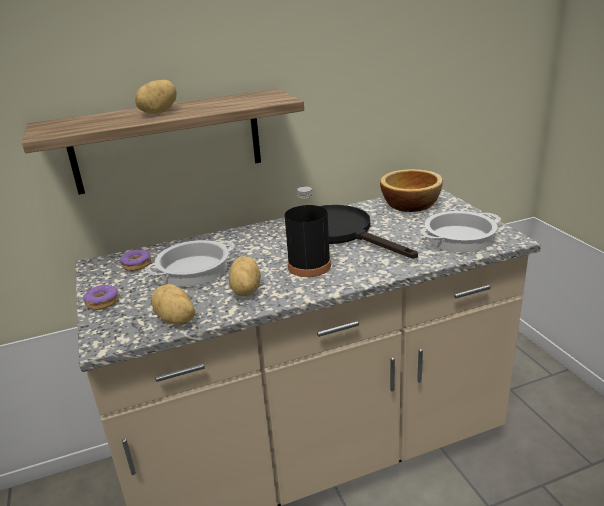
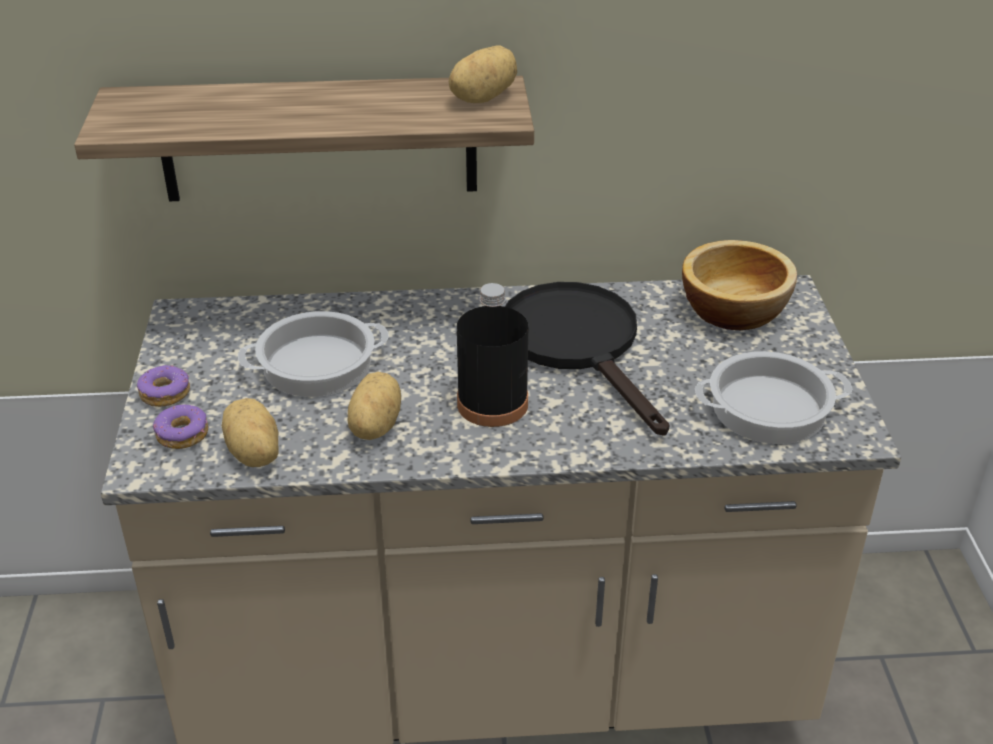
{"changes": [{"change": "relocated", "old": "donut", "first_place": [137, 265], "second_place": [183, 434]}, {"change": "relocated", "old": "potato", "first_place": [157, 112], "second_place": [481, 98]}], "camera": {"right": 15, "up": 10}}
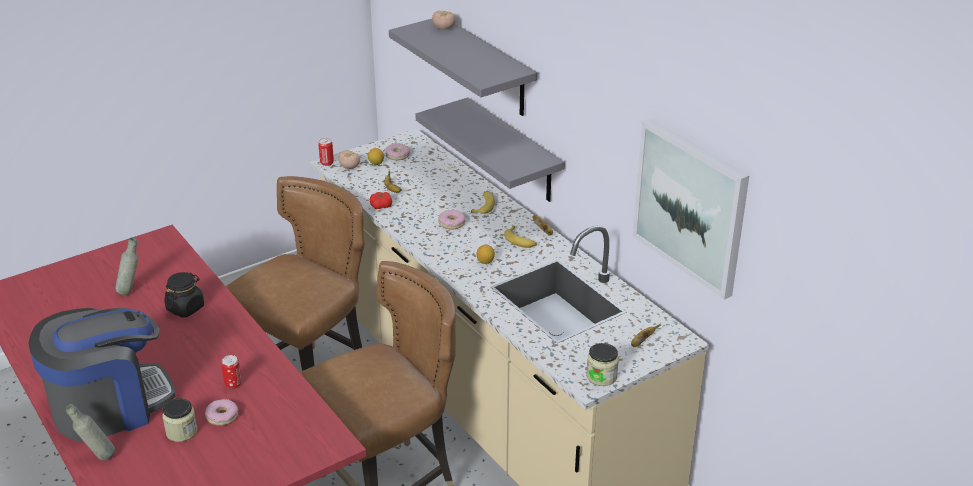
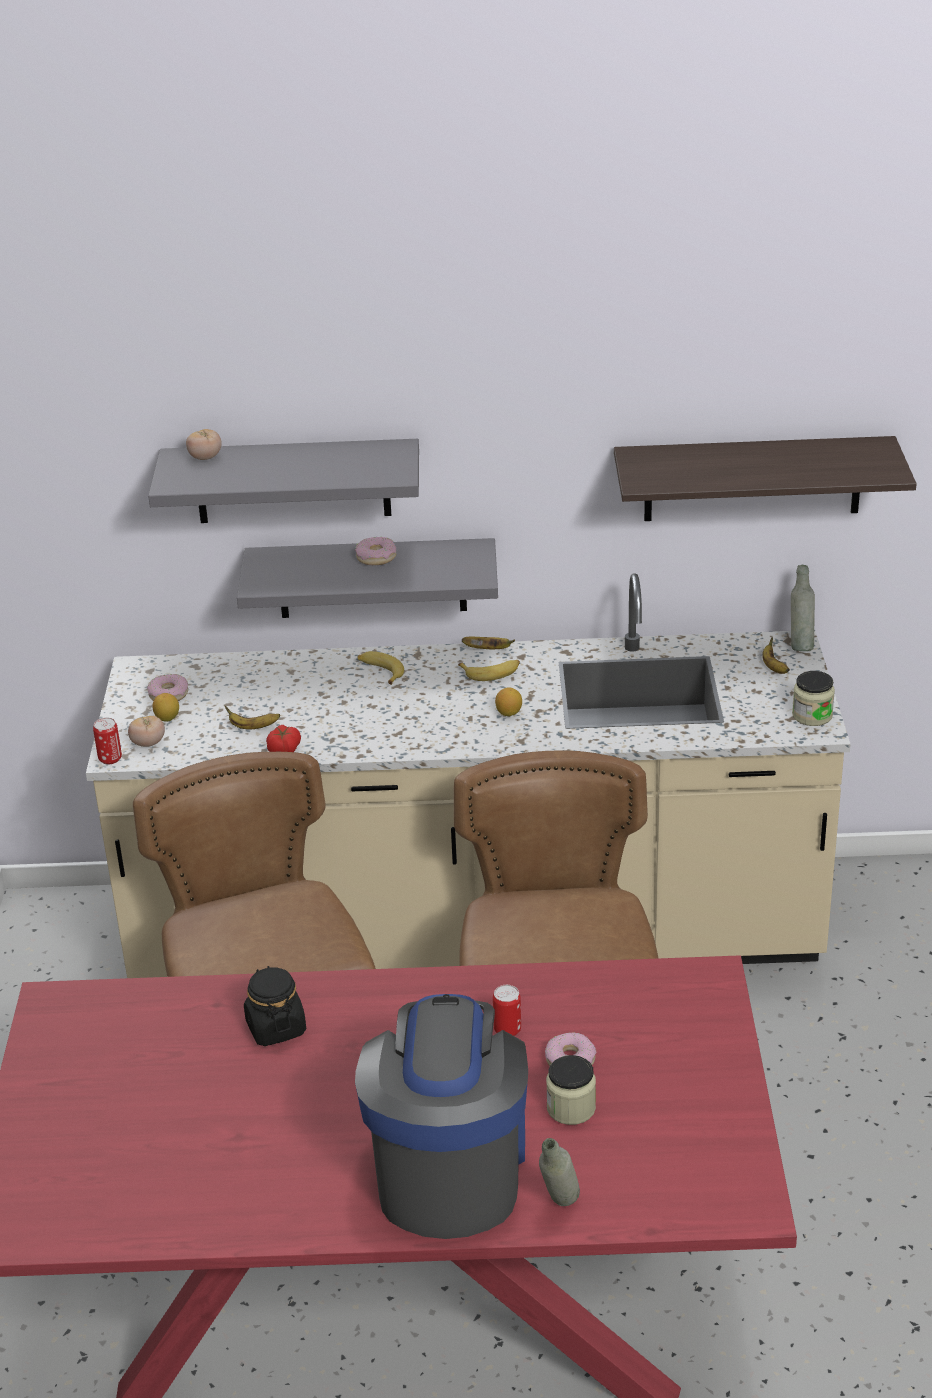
{"changes": [{"change": "relocated", "old": "donut", "first_place": [451, 223], "second_place": [376, 557]}, {"change": "exchanged", "old": "picture", "new": "shelf", "first_place": [690, 206], "second_place": [752, 478]}, {"change": "relocated", "old": "grey bottle", "first_place": [131, 291], "second_place": [800, 646]}], "camera": {"right": -55, "up": 0}}
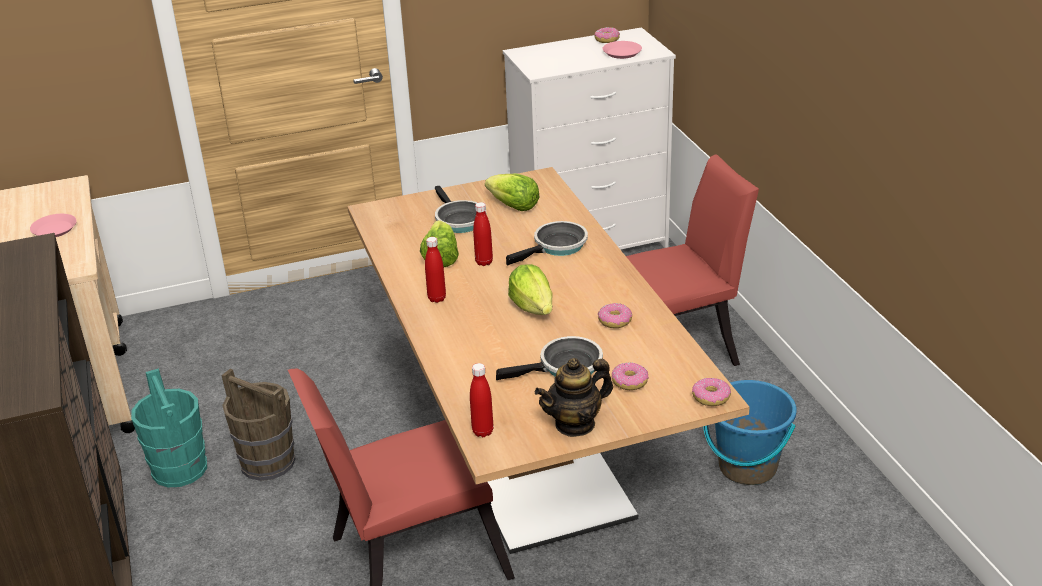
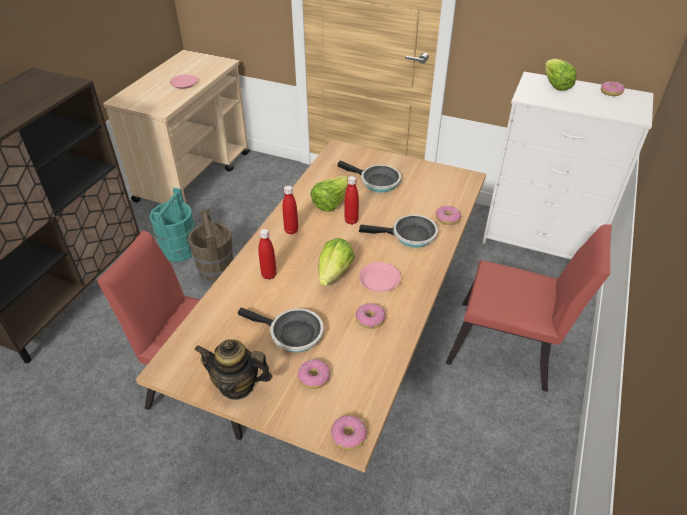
{"changes": [{"change": "relocated", "old": "red bottle", "first_place": [483, 431], "second_place": [269, 275]}, {"change": "spun", "old": "frying pan", "first_place": [458, 220], "second_place": [376, 182], "degrees": -75}, {"change": "relocated", "old": "pink plate", "first_place": [622, 53], "second_place": [379, 280]}, {"change": "appeared", "new": "donut", "second_place": [447, 219]}, {"change": "relocated", "old": "lettuce", "first_place": [514, 206], "second_place": [555, 86]}, {"change": "missing", "old": "blue bucket", "first_place": [747, 467]}], "camera": {"right": 40, "up": 10}}
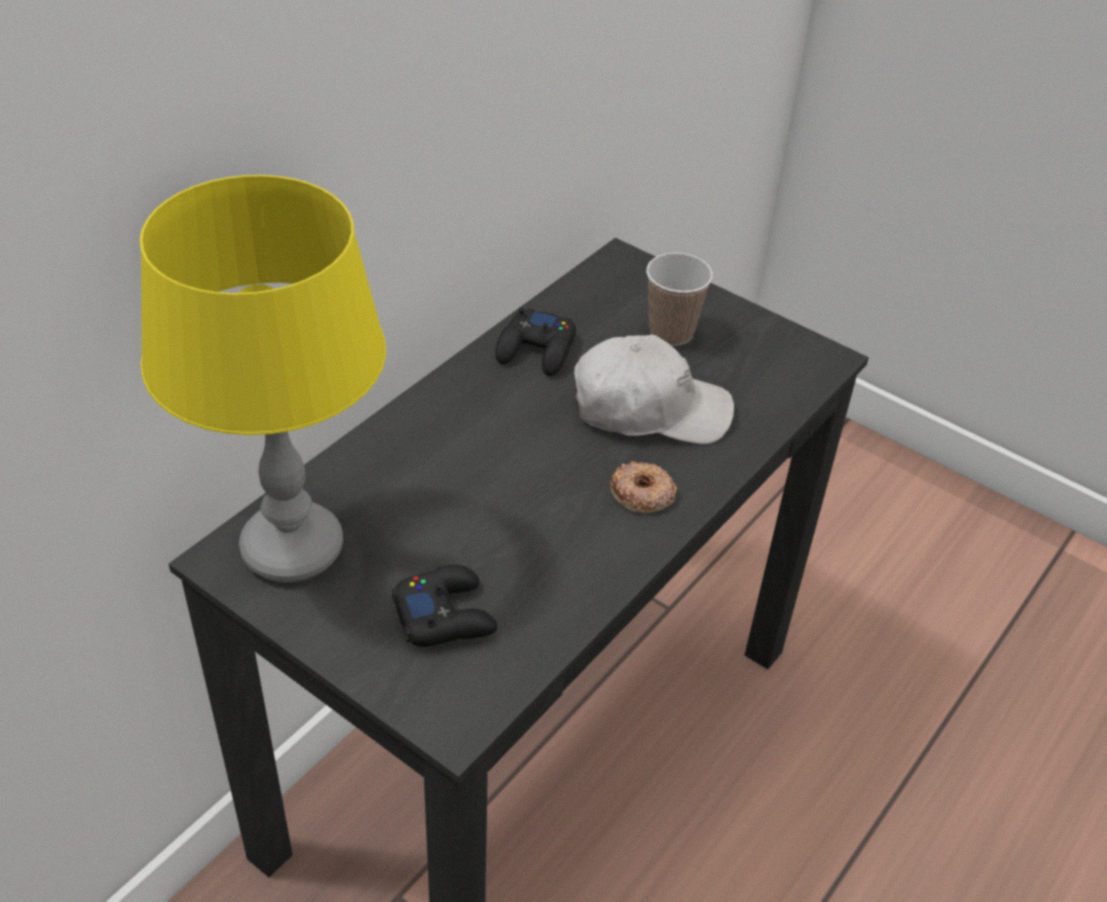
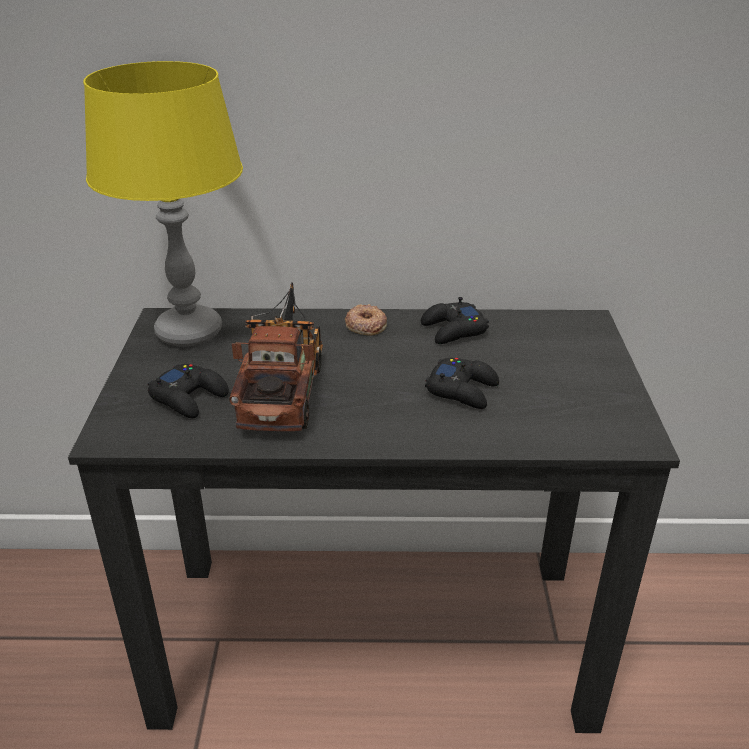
{"changes": [{"change": "appeared", "new": "toy truck", "second_place": [284, 387]}, {"change": "relocated", "old": "donut", "first_place": [642, 493], "second_place": [365, 325]}, {"change": "exchanged", "old": "white cap", "new": "black game controller", "first_place": [649, 409], "second_place": [463, 390]}, {"change": "missing", "old": "cup", "first_place": [671, 332]}], "camera": {"right": 55, "up": -10}}
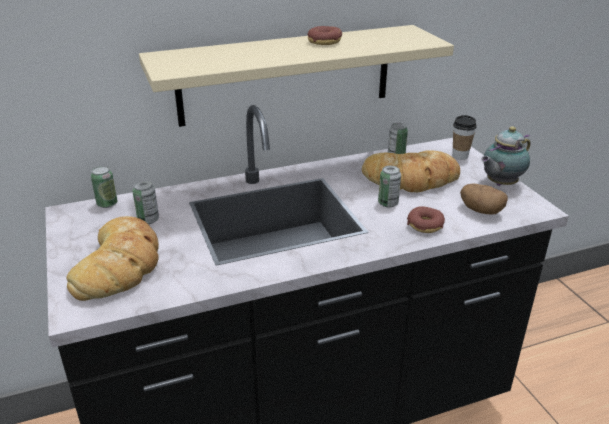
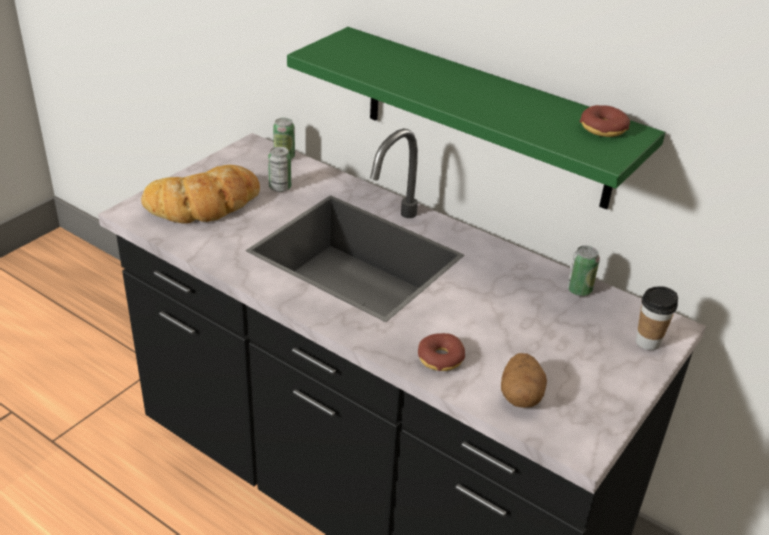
{"changes": [{"change": "colour", "old": "beige shelf", "new": "green shelf", "first_place": [286, 75], "second_place": [486, 118]}, {"change": "relocated", "old": "donut", "first_place": [324, 42], "second_place": [603, 129]}, {"change": "missing", "old": "bread", "first_place": [411, 179]}, {"change": "missing", "old": "can", "first_place": [388, 203]}, {"change": "missing", "old": "teapot", "first_place": [499, 184]}], "camera": {"right": 55, "up": 5}}
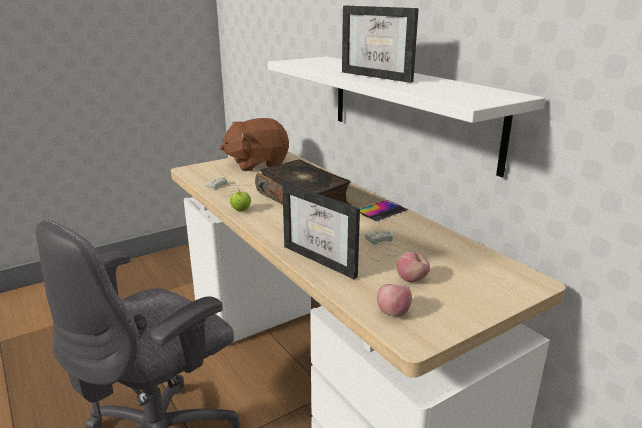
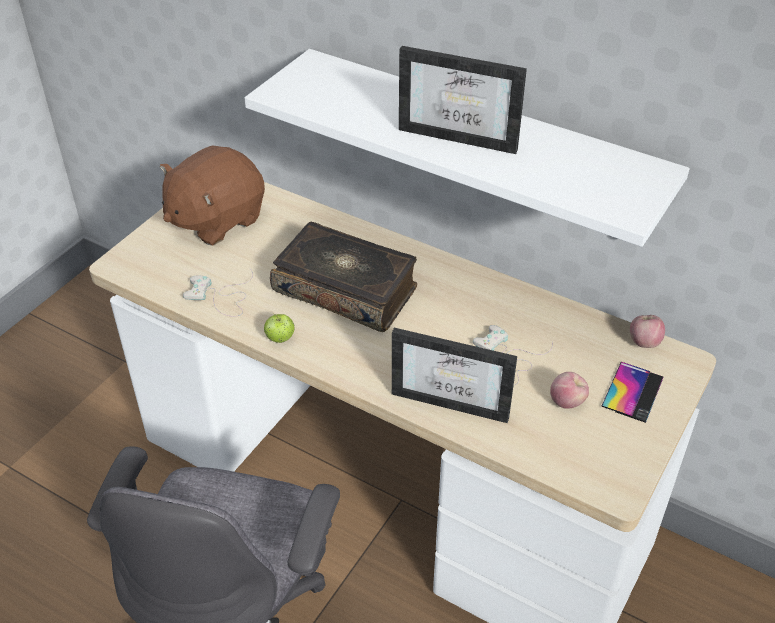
{"changes": [{"change": "relocated", "old": "phone", "first_place": [381, 210], "second_place": [632, 392]}, {"change": "relocated", "old": "apple", "first_place": [393, 313], "second_place": [644, 342]}], "camera": {"right": -25, "up": 20}}
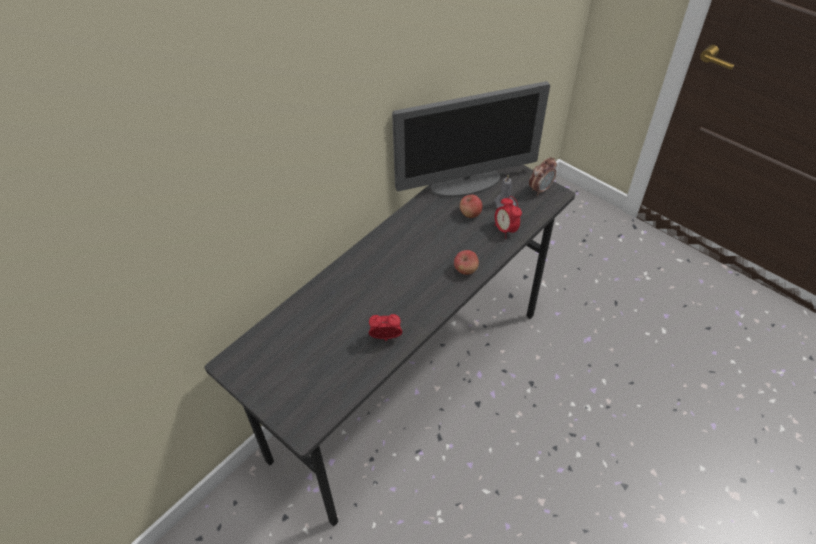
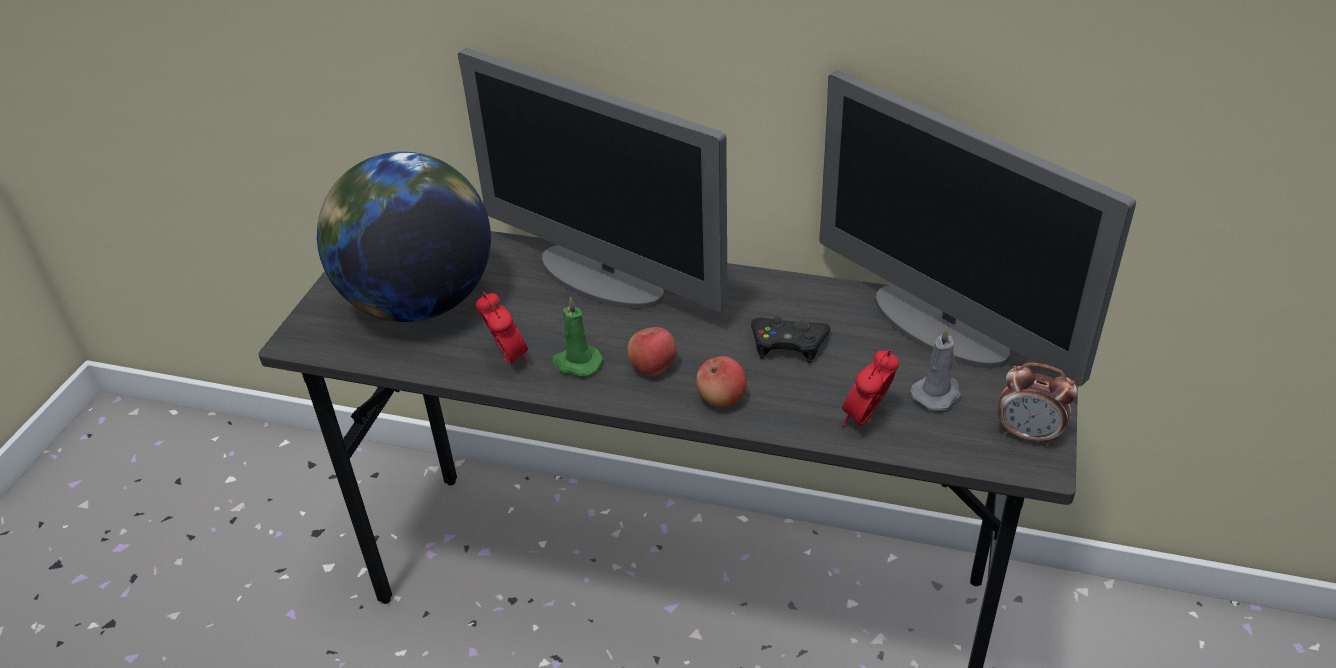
{"changes": [{"change": "appeared", "new": "globe", "second_place": [419, 302]}, {"change": "appeared", "new": "monitor", "second_place": [603, 278]}, {"change": "appeared", "new": "green candle", "second_place": [576, 363]}, {"change": "relocated", "old": "apple", "first_place": [470, 214], "second_place": [653, 367]}, {"change": "appeared", "new": "black game controller", "second_place": [788, 343]}], "camera": {"right": 65, "up": -10}}
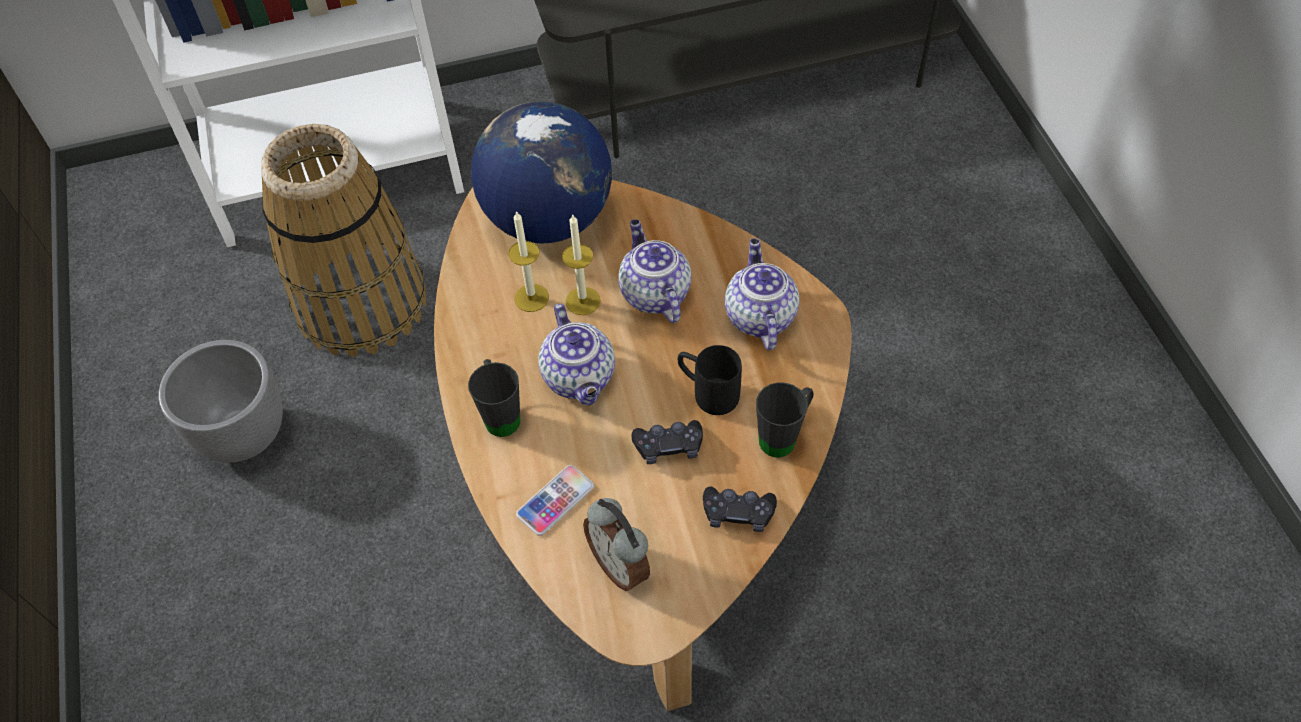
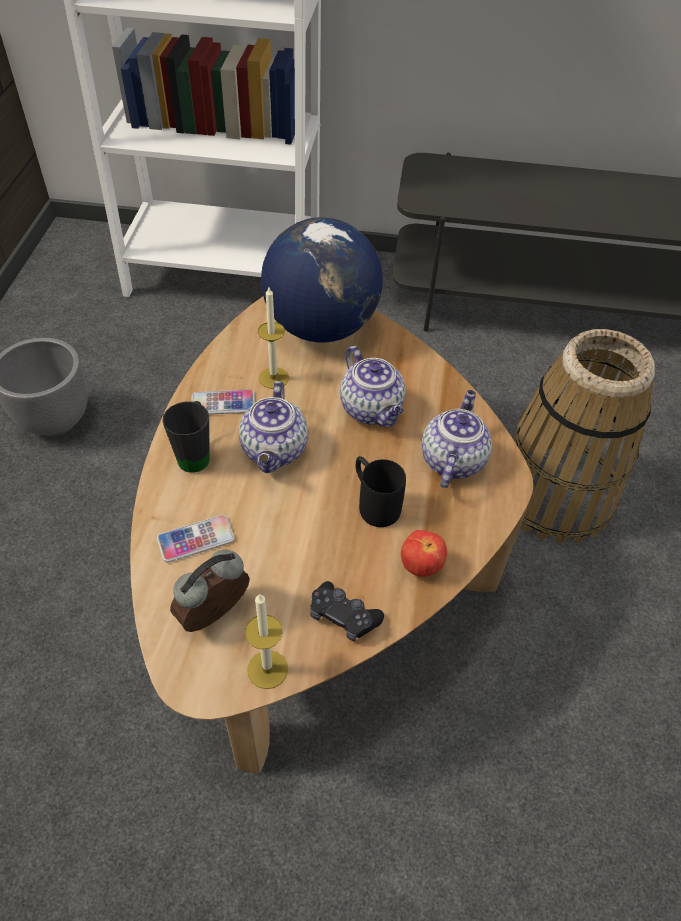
{"changes": [{"change": "spun", "old": "alarm clock", "first_place": [620, 565], "second_place": [216, 616], "degrees": 60}, {"change": "appeared", "new": "phone", "second_place": [223, 403]}, {"change": "relocated", "old": "candle", "first_place": [583, 301], "second_place": [267, 669]}, {"change": "spun", "old": "teapot", "first_place": [653, 293], "second_place": [372, 410], "degrees": 150}, {"change": "exchanged", "old": "black mug", "new": "apple", "first_place": [784, 436], "second_place": [421, 566]}, {"change": "relocated", "old": "basket", "first_place": [362, 303], "second_place": [554, 494]}, {"change": "missing", "old": "black game controller", "first_place": [669, 447]}], "camera": {"right": 20, "up": -5}}
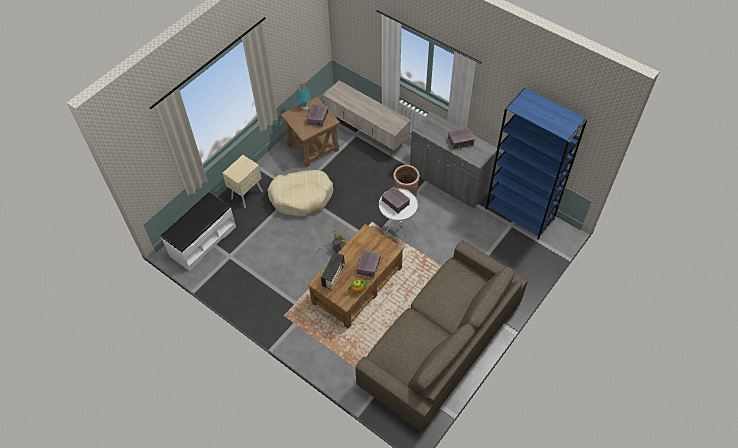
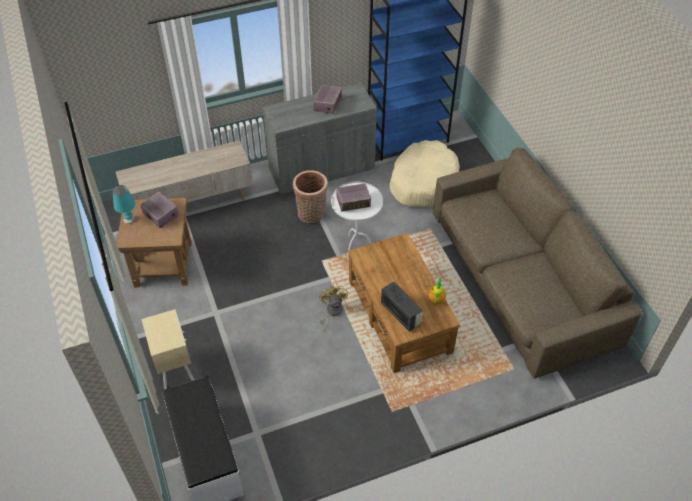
{"changes": [{"change": "relocated", "old": "beige dog bed", "first_place": [301, 197], "second_place": [423, 182]}, {"change": "missing", "old": "radio", "first_place": [368, 266]}], "camera": {"right": -60, "up": -5}}
